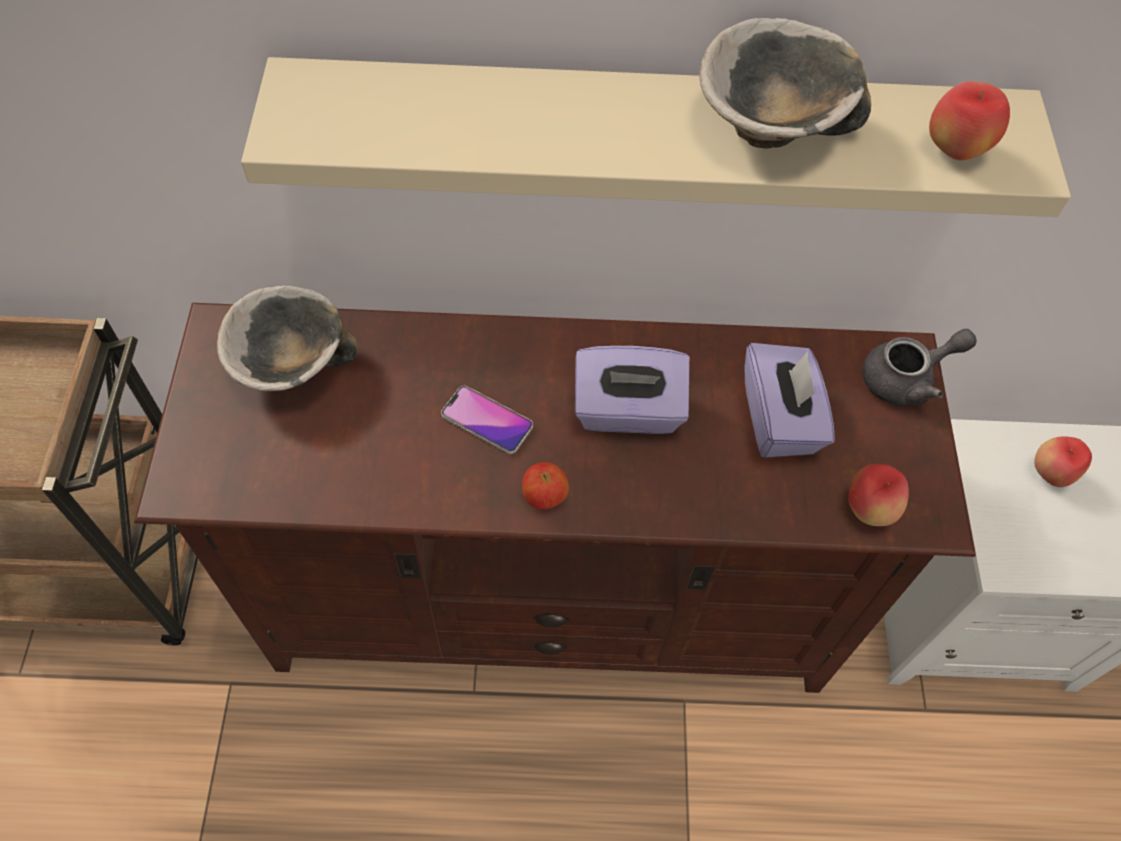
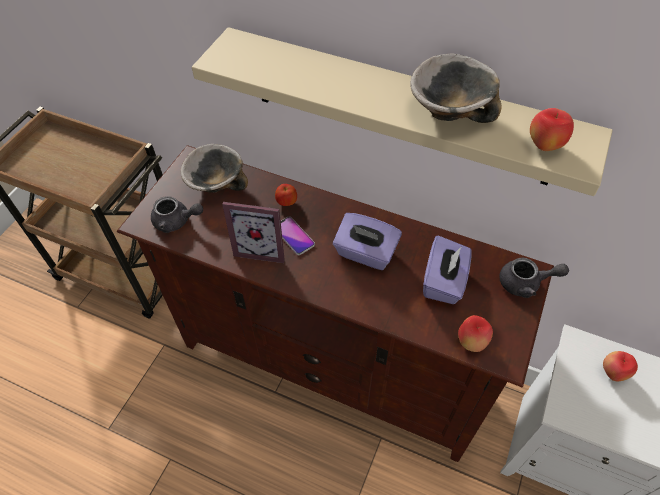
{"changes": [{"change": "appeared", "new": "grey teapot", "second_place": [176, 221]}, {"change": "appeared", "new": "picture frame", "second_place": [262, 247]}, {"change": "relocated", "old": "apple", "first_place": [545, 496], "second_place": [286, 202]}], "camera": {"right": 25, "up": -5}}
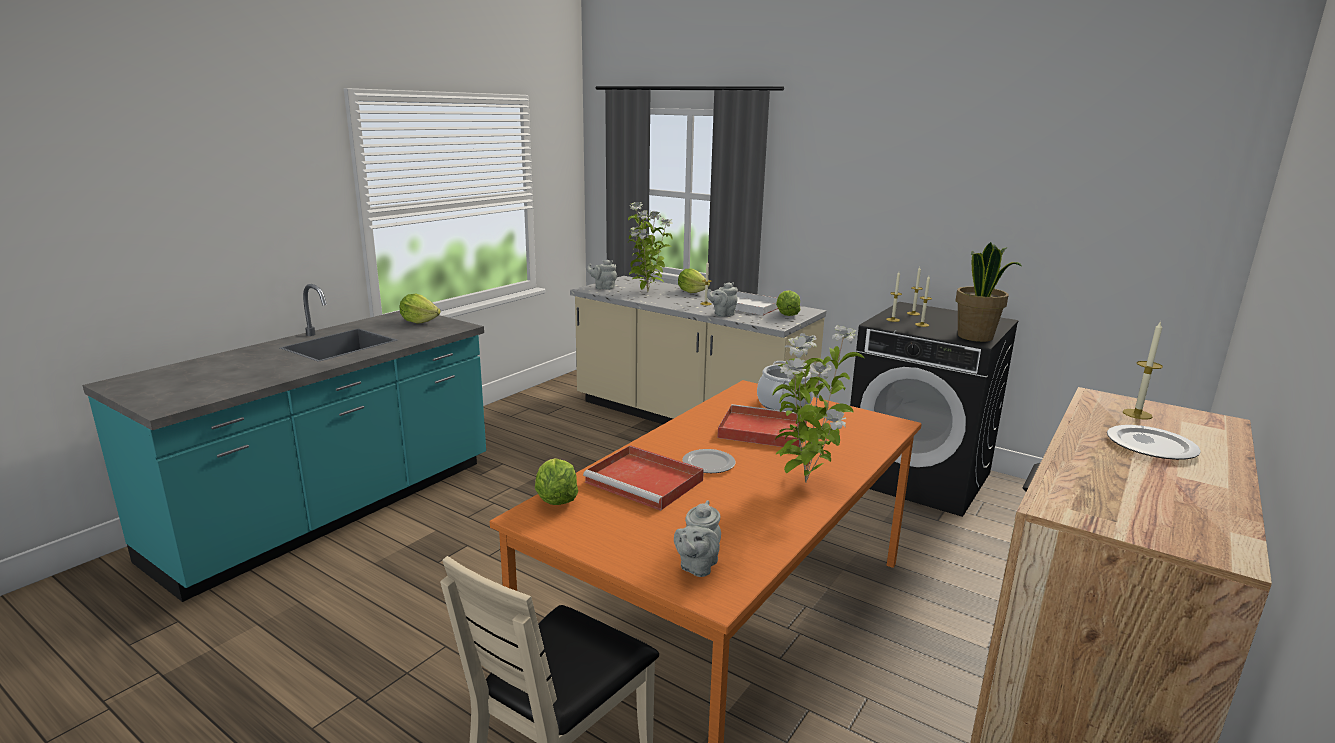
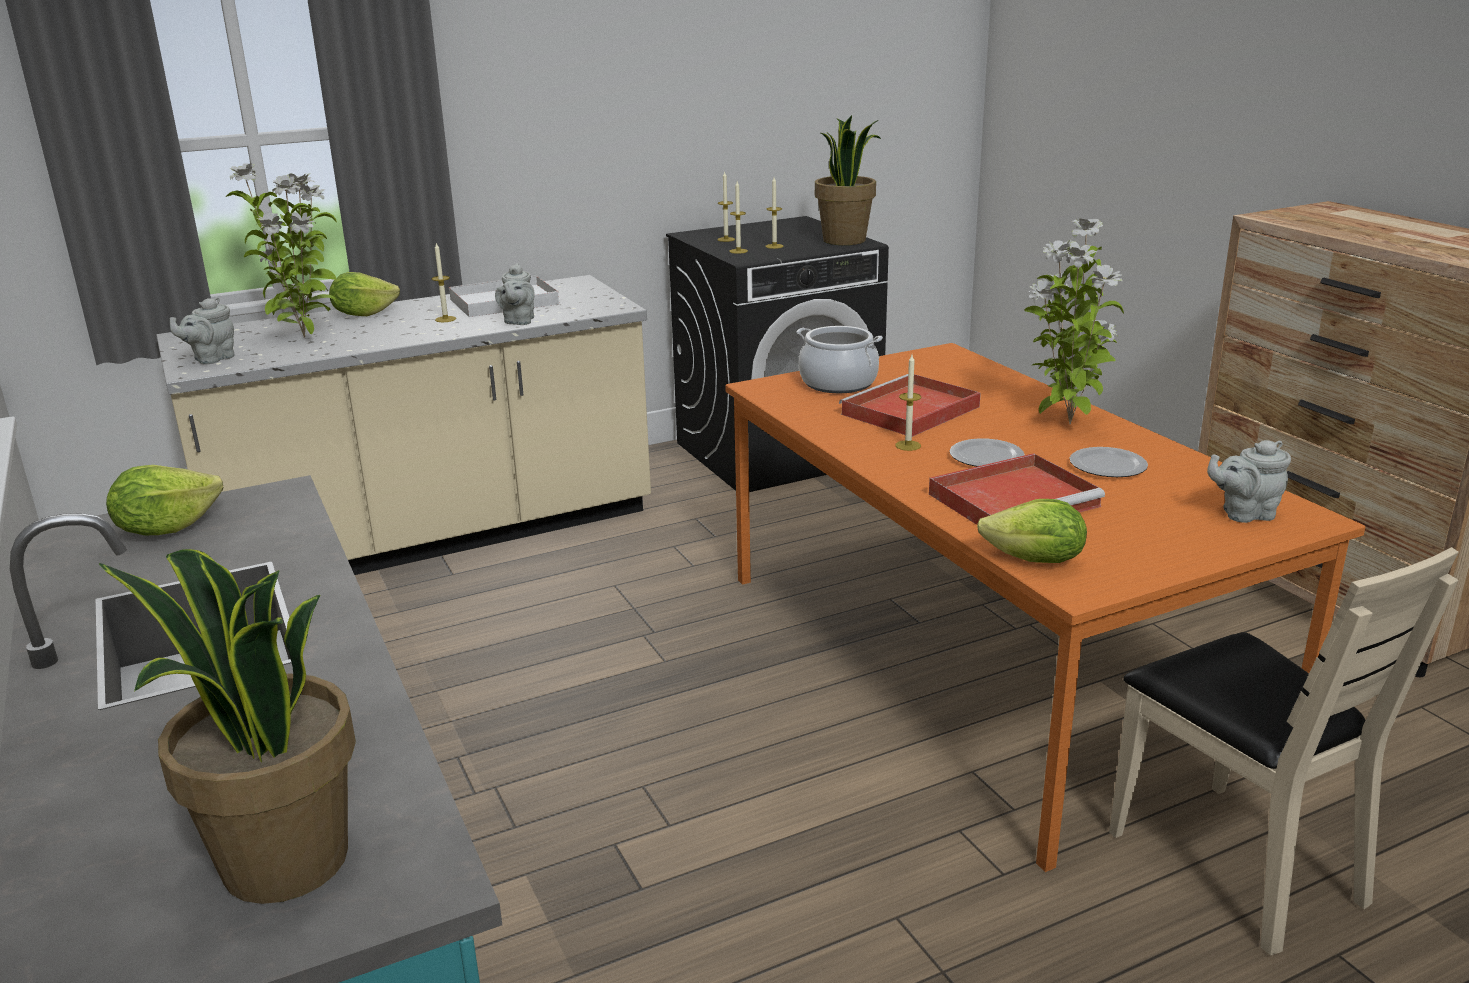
{"changes": [{"change": "appeared", "new": "potted plant", "second_place": [283, 863]}, {"change": "relocated", "old": "candle", "first_place": [1137, 414], "second_place": [908, 445]}, {"change": "relocated", "old": "plate", "first_place": [1151, 445], "second_place": [1106, 465]}, {"change": "spun", "old": "grey teapot", "first_place": [697, 566], "second_place": [1244, 514], "degrees": 120}, {"change": "missing", "old": "lettuce", "first_place": [786, 315]}], "camera": {"right": -60, "up": 5}}
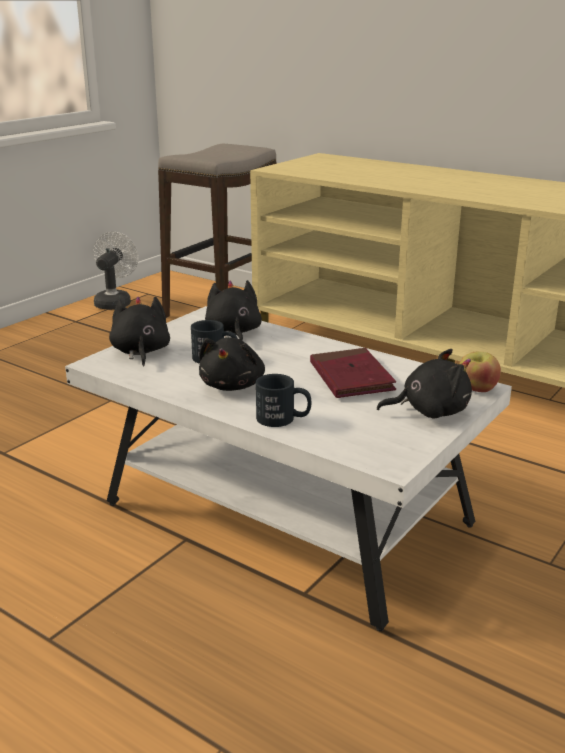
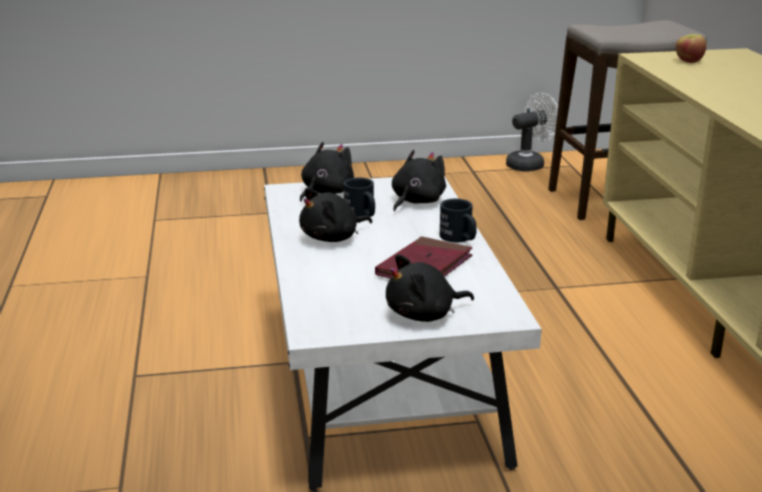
{"changes": [{"change": "spun", "old": "black plush toy", "first_place": [429, 411], "second_place": [424, 315], "degrees": 120}, {"change": "relocated", "old": "black mug", "first_place": [283, 419], "second_place": [459, 238]}, {"change": "relocated", "old": "apple", "first_place": [476, 389], "second_place": [688, 61]}], "camera": {"right": 45, "up": 0}}
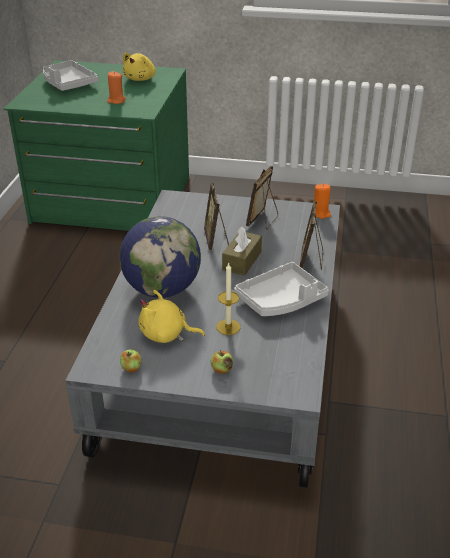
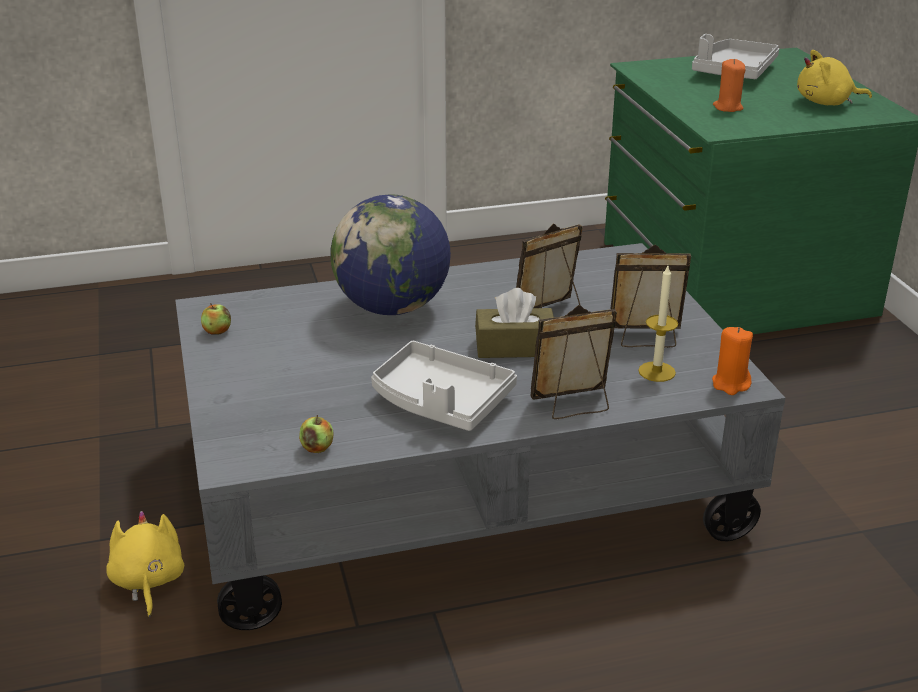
{"changes": [{"change": "relocated", "old": "yellow plush toy", "first_place": [166, 334], "second_place": [148, 582]}, {"change": "relocated", "old": "apple", "first_place": [221, 369], "second_place": [317, 448]}, {"change": "relocated", "old": "candle", "first_place": [228, 327], "second_place": [657, 371]}], "camera": {"right": 65, "up": -5}}
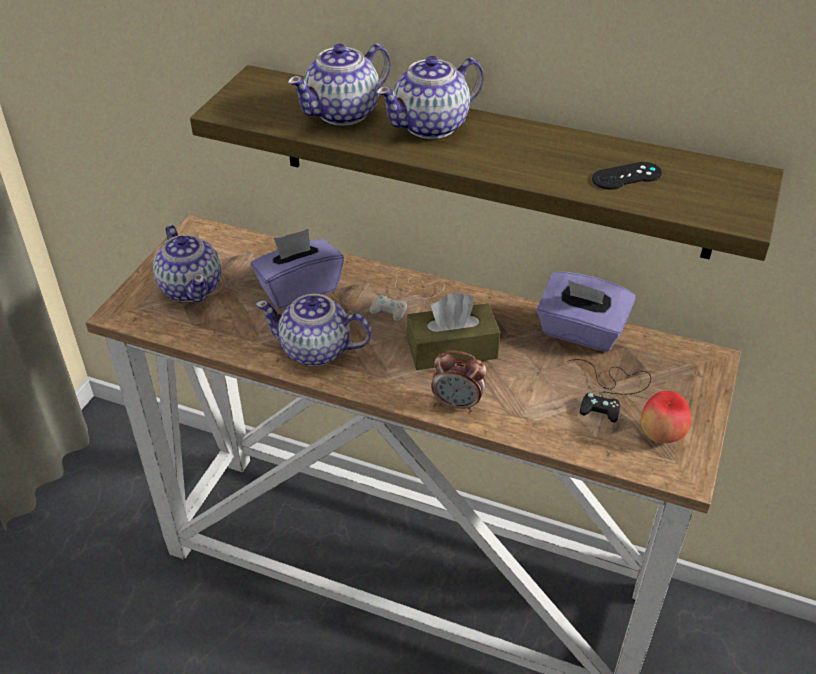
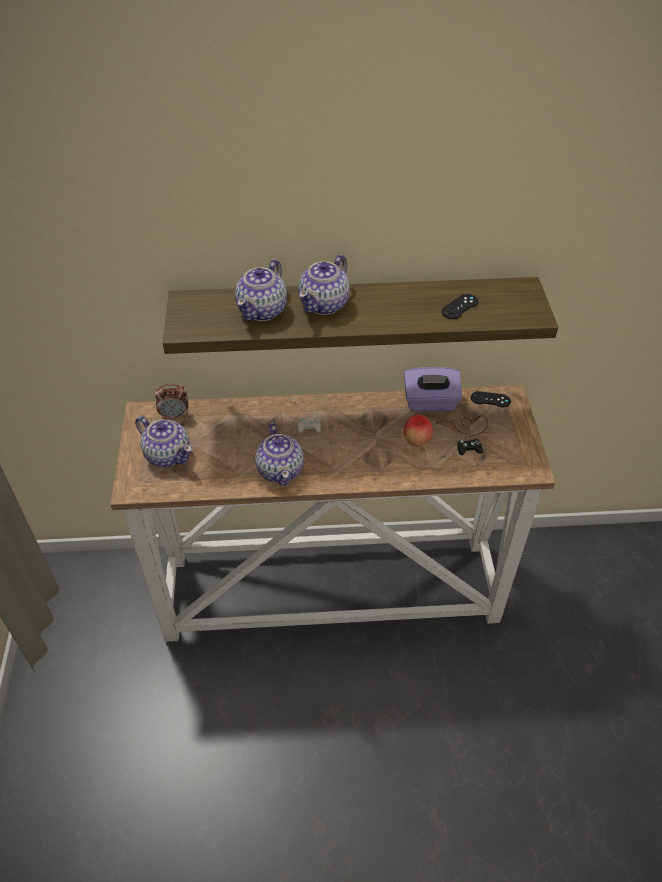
{"changes": [{"change": "relocated", "old": "alarm clock", "first_place": [457, 403], "second_place": [175, 415]}, {"change": "spun", "old": "teapot", "first_place": [316, 350], "second_place": [280, 469], "degrees": -90}, {"change": "relocated", "old": "apple", "first_place": [660, 436], "second_place": [416, 442]}, {"change": "appeared", "new": "black game controller", "second_place": [490, 399]}, {"change": "missing", "old": "purple tissue box", "first_place": [299, 288]}, {"change": "missing", "old": "brown tissue box", "first_place": [452, 349]}], "camera": {"right": -25, "up": 5}}
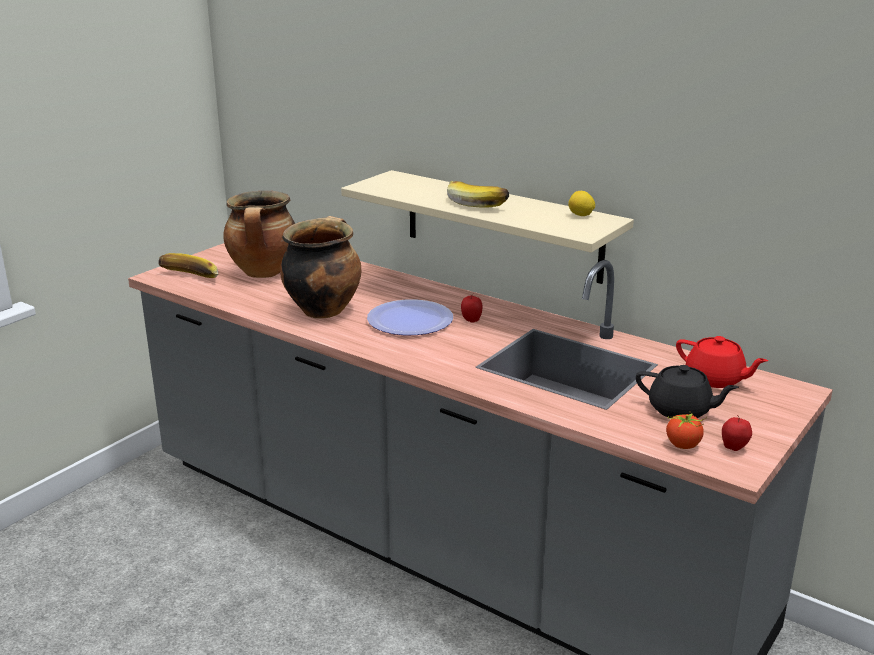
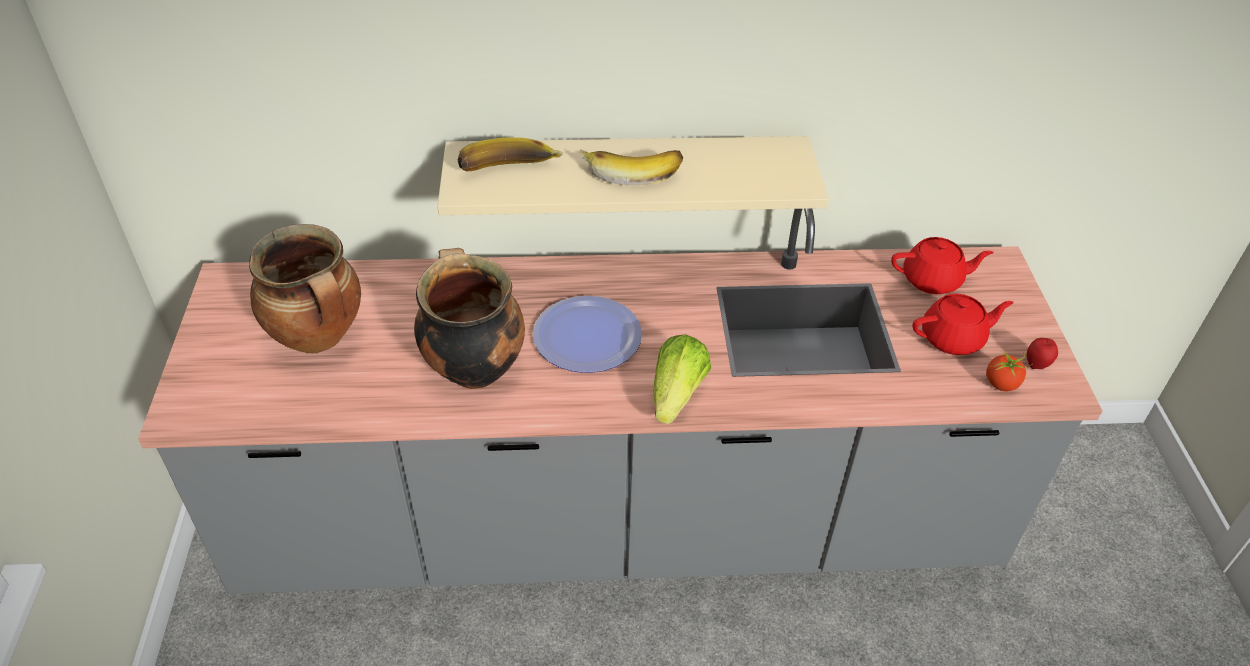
{"changes": [{"change": "relocated", "old": "banana", "first_place": [189, 278], "second_place": [509, 172]}, {"change": "appeared", "new": "lettuce", "second_place": [677, 395]}, {"change": "colour", "old": "black teapot", "new": "red teapot", "first_place": [681, 410], "second_place": [953, 338]}, {"change": "missing", "old": "apple", "first_place": [471, 320]}, {"change": "missing", "old": "lemon", "first_place": [581, 215]}], "camera": {"right": -40, "up": 20}}
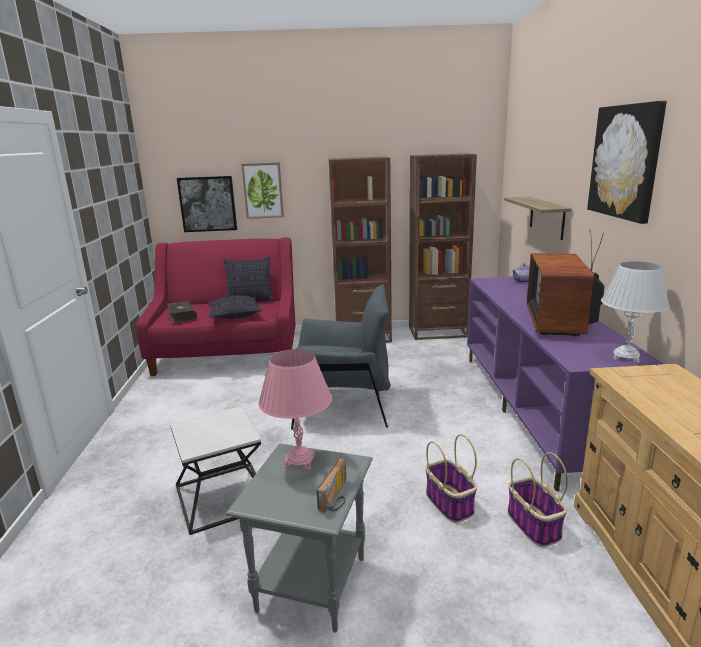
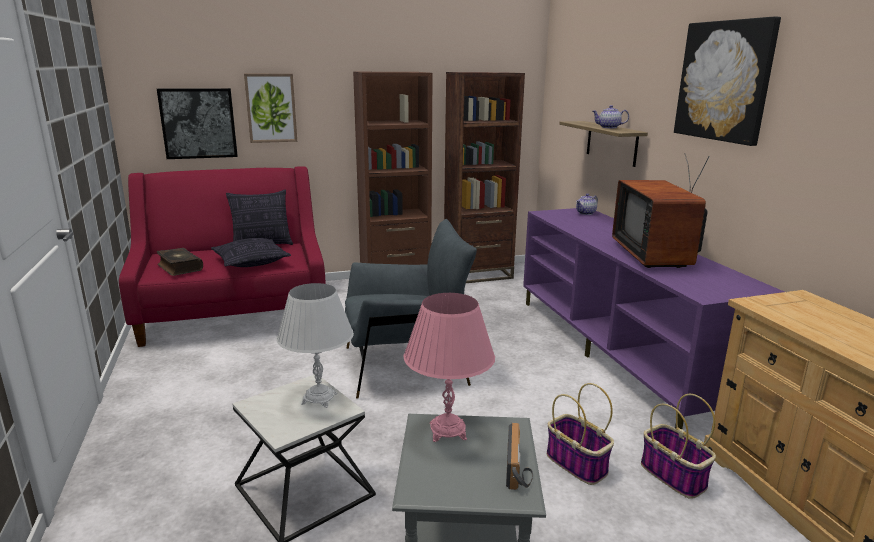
{"changes": [{"change": "relocated", "old": "white table lamp", "first_place": [625, 356], "second_place": [319, 398]}, {"change": "appeared", "new": "teapot", "second_place": [608, 127]}], "camera": {"right": -15, "up": 0}}
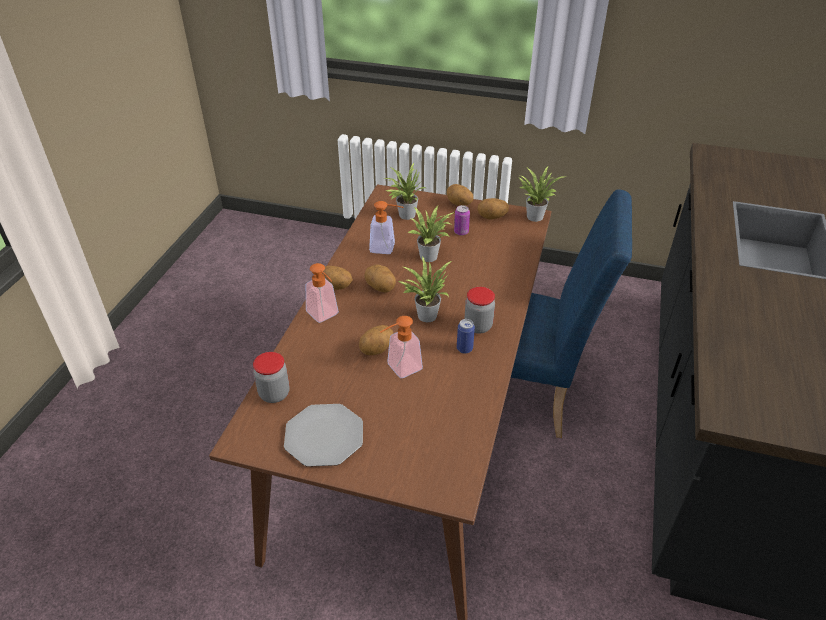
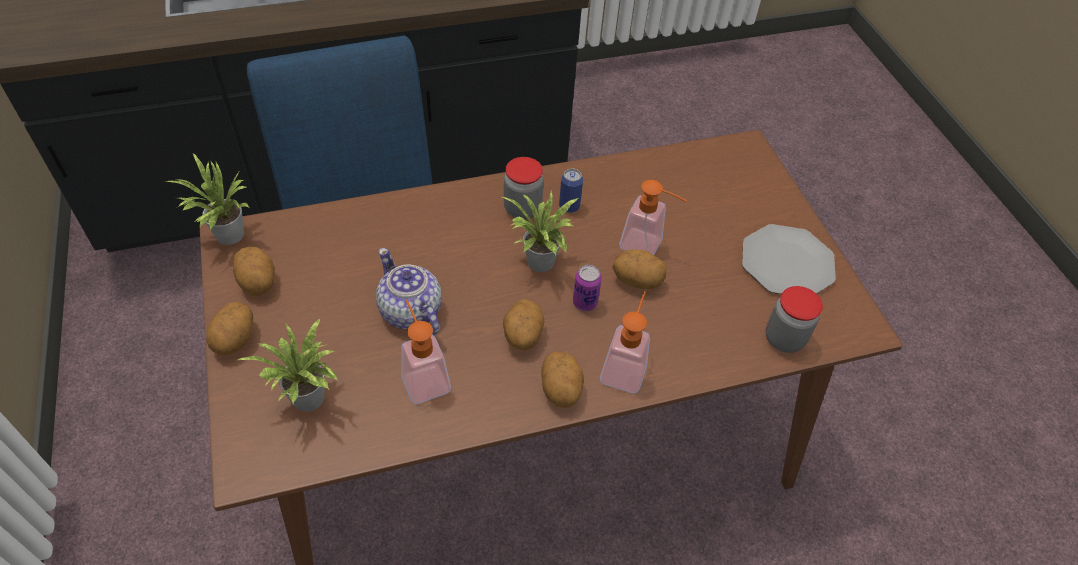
{"changes": [{"change": "exchanged", "old": "potted plant", "new": "teapot", "first_place": [431, 256], "second_place": [410, 312]}, {"change": "relocated", "old": "can", "first_place": [461, 232], "second_place": [585, 303]}], "camera": {"right": -125, "up": 10}}
